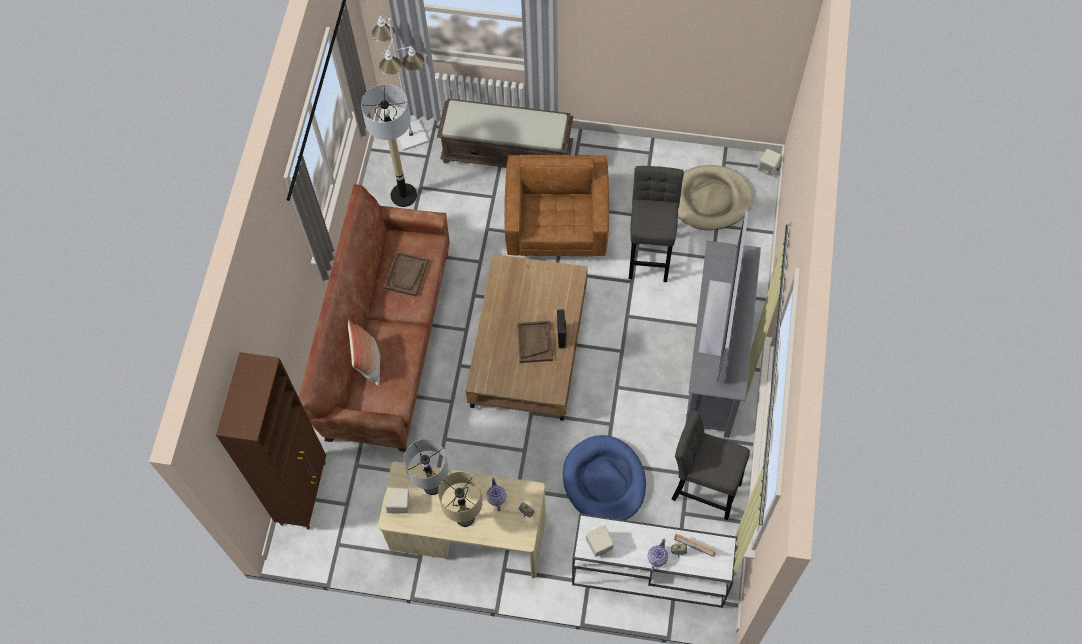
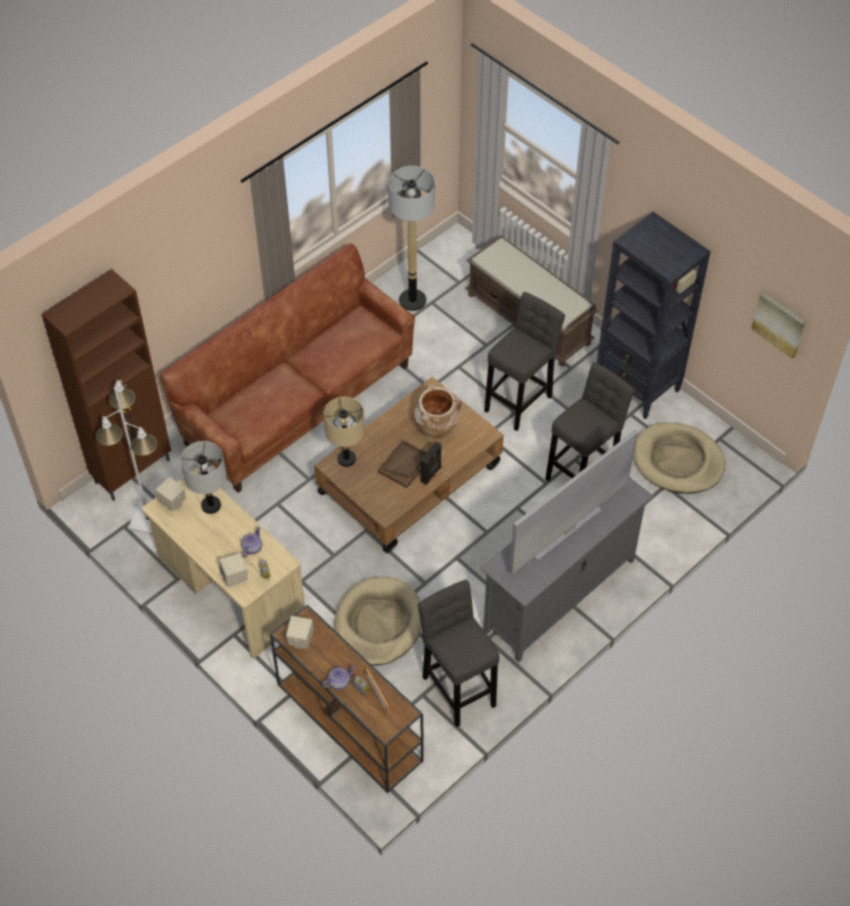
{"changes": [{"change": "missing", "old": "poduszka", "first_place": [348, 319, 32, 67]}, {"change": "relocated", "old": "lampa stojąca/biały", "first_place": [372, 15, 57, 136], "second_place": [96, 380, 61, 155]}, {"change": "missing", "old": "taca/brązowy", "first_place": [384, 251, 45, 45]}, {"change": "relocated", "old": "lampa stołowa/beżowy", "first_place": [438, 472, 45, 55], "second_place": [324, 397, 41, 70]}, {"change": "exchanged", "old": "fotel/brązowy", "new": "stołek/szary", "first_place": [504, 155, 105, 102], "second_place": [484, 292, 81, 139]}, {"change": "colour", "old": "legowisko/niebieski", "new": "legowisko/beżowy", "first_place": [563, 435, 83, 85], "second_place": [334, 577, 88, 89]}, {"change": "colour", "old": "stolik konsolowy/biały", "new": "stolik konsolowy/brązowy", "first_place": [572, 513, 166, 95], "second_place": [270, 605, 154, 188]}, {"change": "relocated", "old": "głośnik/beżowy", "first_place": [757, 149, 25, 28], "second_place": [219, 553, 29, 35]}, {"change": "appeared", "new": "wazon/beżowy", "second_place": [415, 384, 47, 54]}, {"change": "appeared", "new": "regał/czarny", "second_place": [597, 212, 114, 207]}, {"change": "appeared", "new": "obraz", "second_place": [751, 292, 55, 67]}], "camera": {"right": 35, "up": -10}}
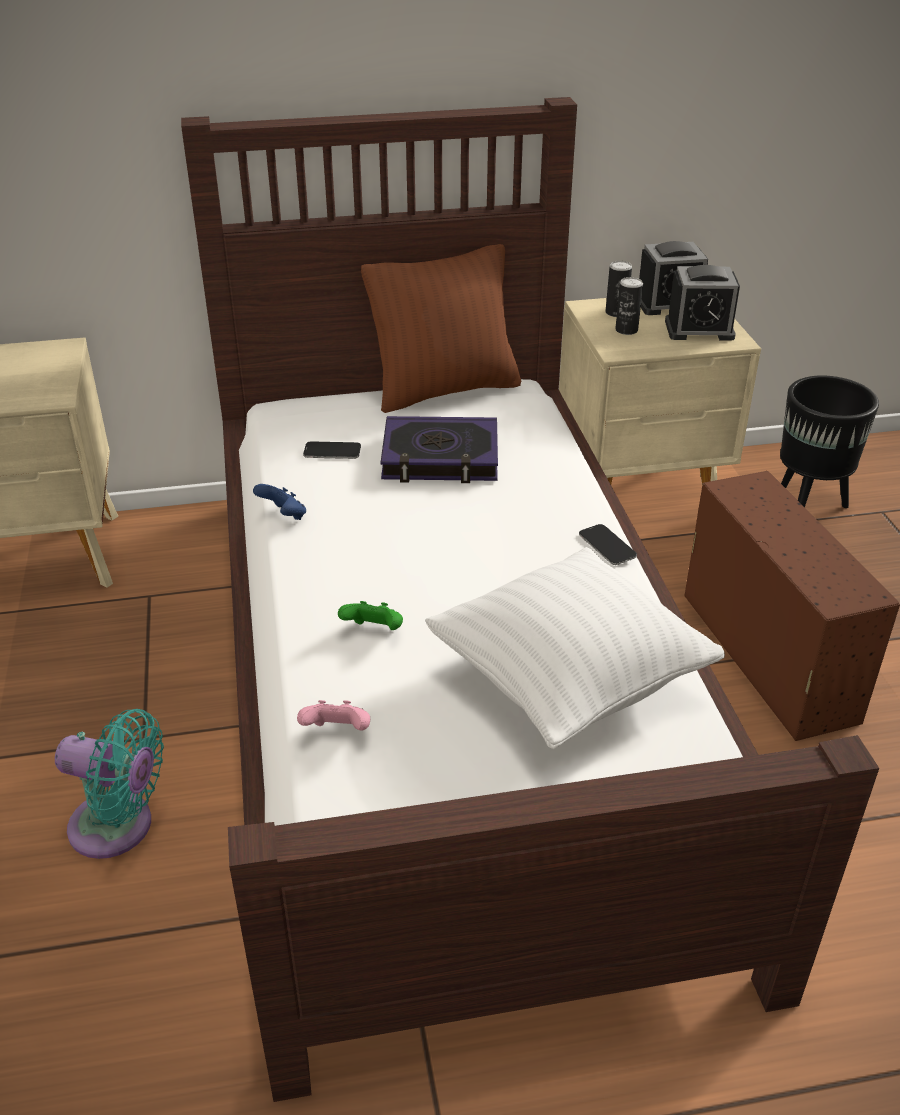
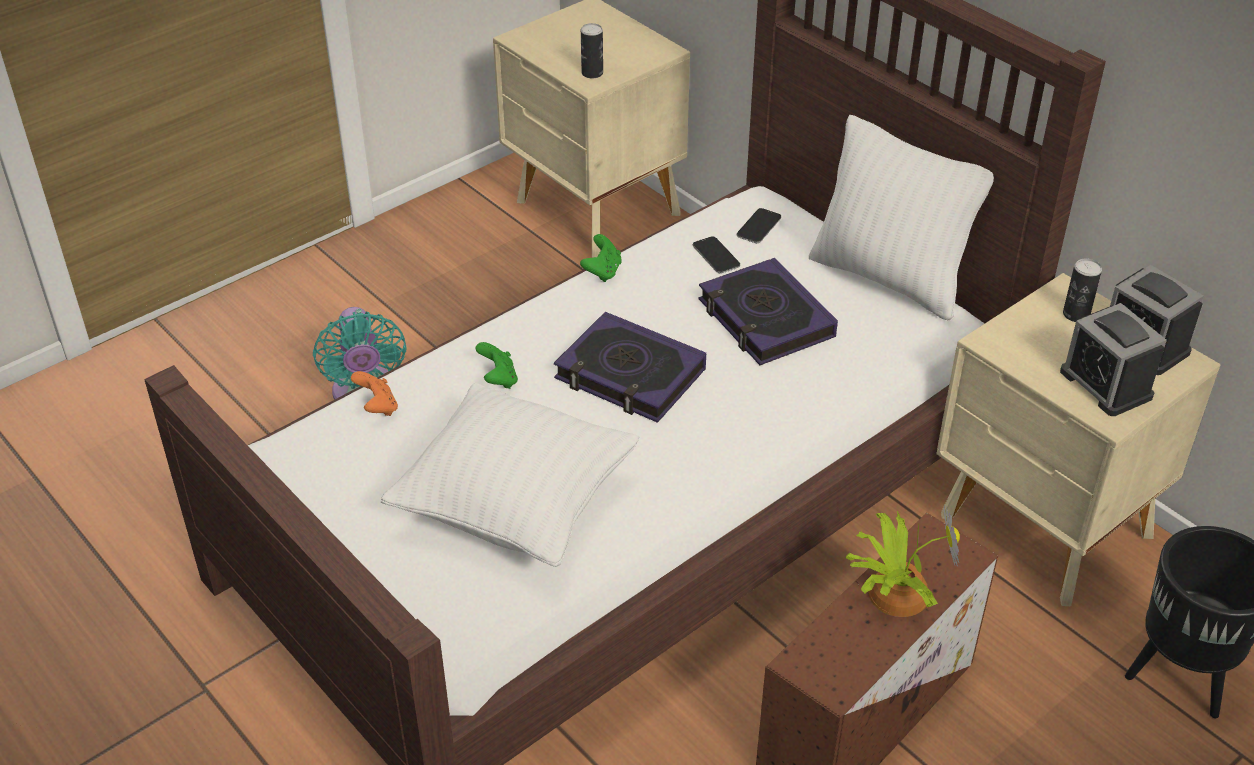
{"changes": [{"change": "colour", "old": "pad do gier/niebieski", "new": "pad do gier/zielony", "first_place": [253, 484, 53, 36], "second_place": [580, 234, 42, 48]}, {"change": "colour", "old": "pad do gier/różowy", "new": "pad do gier/pomarańczowy", "first_place": [297, 700, 73, 31], "second_place": [351, 371, 47, 45]}, {"change": "colour", "old": "poduszka/brązowy", "new": "poduszka/biały", "first_place": [361, 244, 160, 169], "second_place": [809, 115, 185, 205]}, {"change": "relocated", "old": "telefon", "first_place": [579, 524, 58, 41], "second_place": [737, 208, 44, 35]}, {"change": "relocated", "old": "puszka", "first_place": [615, 277, 28, 58], "second_place": [581, 23, 22, 55]}, {"change": "appeared", "new": "książka", "second_place": [554, 312, 152, 111]}, {"change": "appeared", "new": "roślina doniczkowa", "second_place": [845, 505, 115, 112]}], "camera": {"right": 60, "up": 5}}
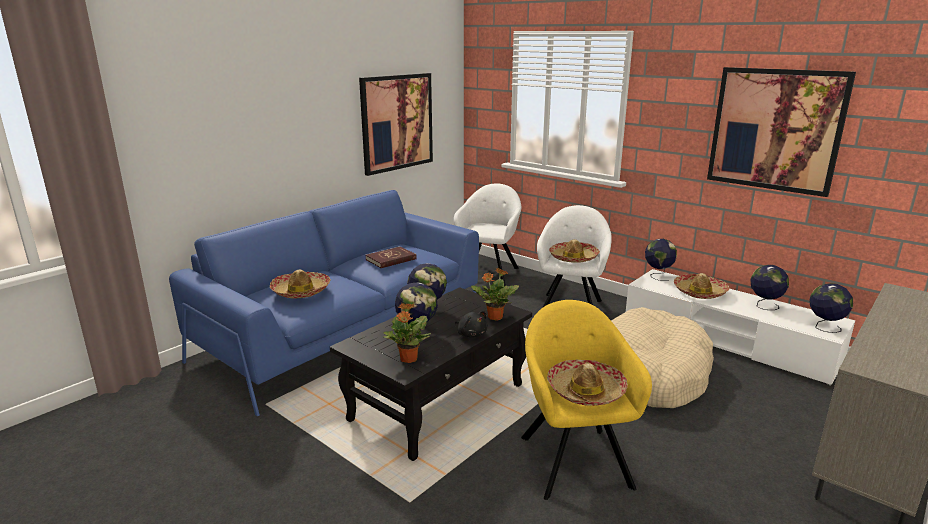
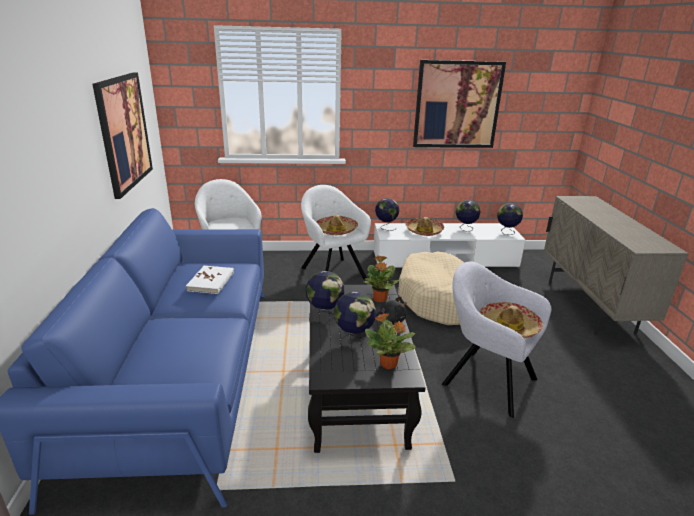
{"changes": [{"change": "missing", "old": "kapelusz", "first_place": [270, 269, 61, 29]}, {"change": "colour", "old": "książka/czerwony", "new": "książka/biały", "first_place": [366, 246, 51, 22], "second_place": [186, 266, 48, 28]}, {"change": "colour", "old": "fotel/żółty", "new": "fotel/szary", "first_place": [521, 300, 131, 200], "second_place": [442, 261, 109, 157]}], "camera": {"right": -45, "up": 5}}
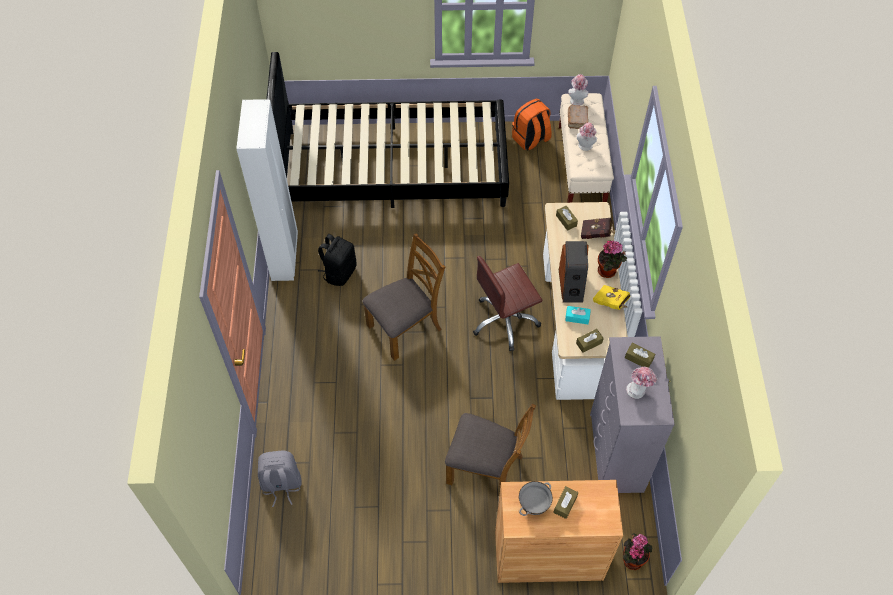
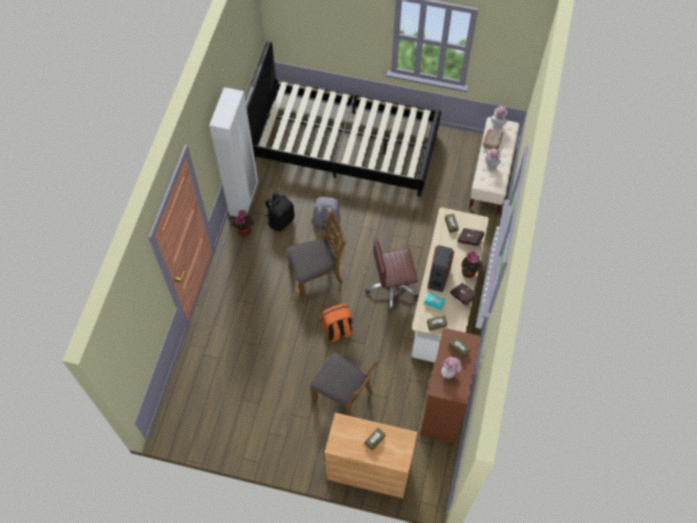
{"changes": [{"change": "relocated", "old": "plecak/szary", "first_place": [258, 450, 44, 57], "second_place": [313, 197, 28, 39]}, {"change": "relocated", "old": "plecak/pomarańczowy", "first_place": [512, 99, 40, 52], "second_place": [321, 303, 32, 39]}, {"change": "missing", "old": "miska/szary", "first_place": [519, 481, 34, 35]}, {"change": "colour", "old": "komoda/szary", "new": "komoda/brązowy", "first_place": [590, 336, 85, 157], "second_place": [420, 328, 61, 115]}, {"change": "colour", "old": "książka/żółty", "new": "książka/czerwony", "first_place": [593, 285, 38, 25], "second_place": [450, 283, 28, 22]}, {"change": "relocated", "old": "roślina doniczkowa", "first_place": [623, 533, 29, 37], "second_place": [232, 210, 22, 27]}], "camera": {"right": 15, "up": 5}}
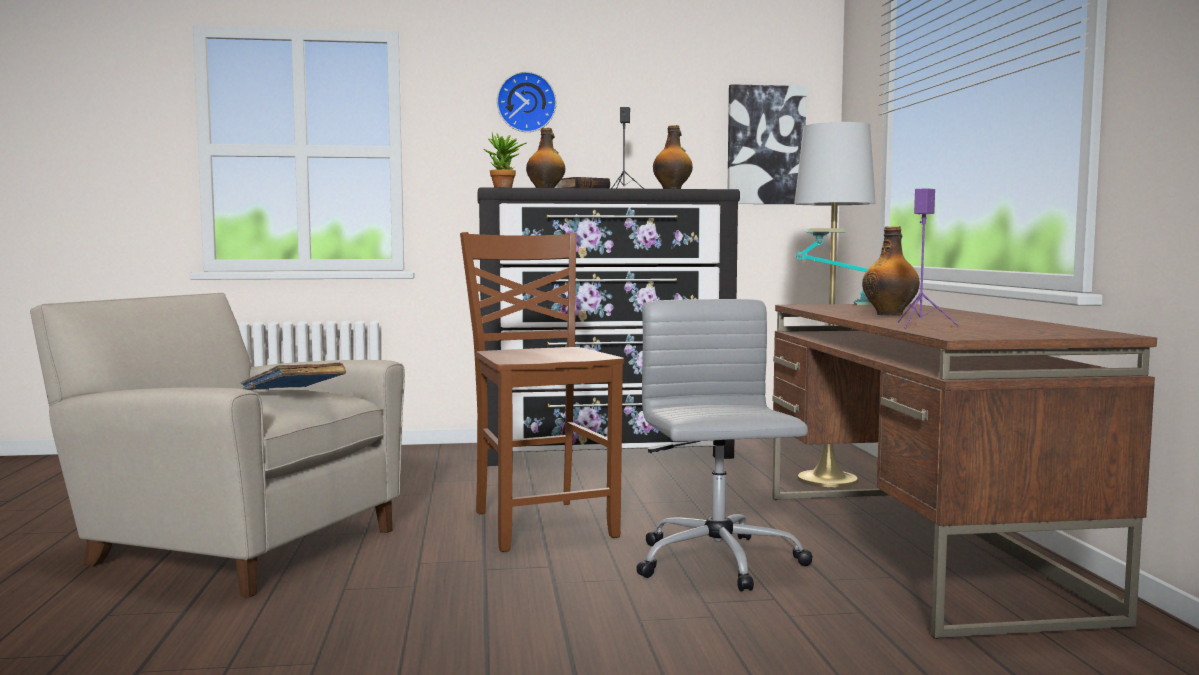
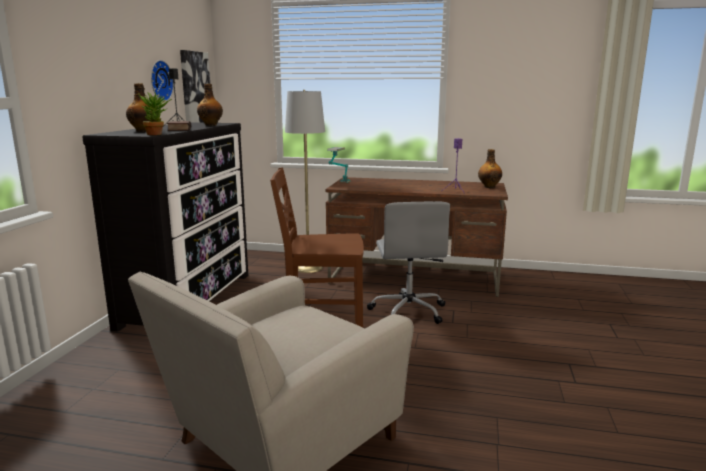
{"changes": [{"change": "missing", "old": "książka/niebieski", "first_place": [241, 362, 105, 28]}, {"change": "relocated", "old": "zegar ścienny", "first_place": [497, 72, 59, 60], "second_place": [151, 60, 23, 41]}, {"change": "spun", "old": "krzesło biurowe/szary", "first_place": [636, 299, 177, 293], "second_place": [367, 202, 83, 122], "degrees": -105}, {"change": "relocated", "old": "butelka", "first_place": [862, 226, 58, 90], "second_place": [478, 149, 24, 39]}], "camera": {"right": -70, "up": 10}}
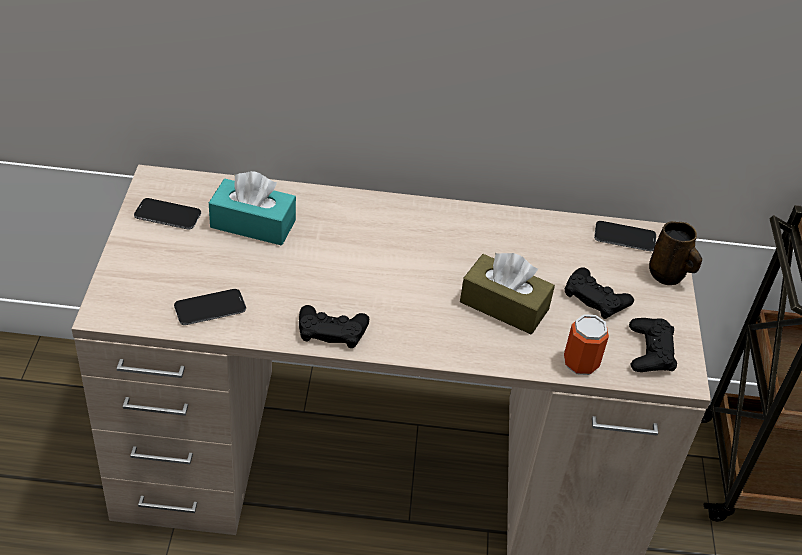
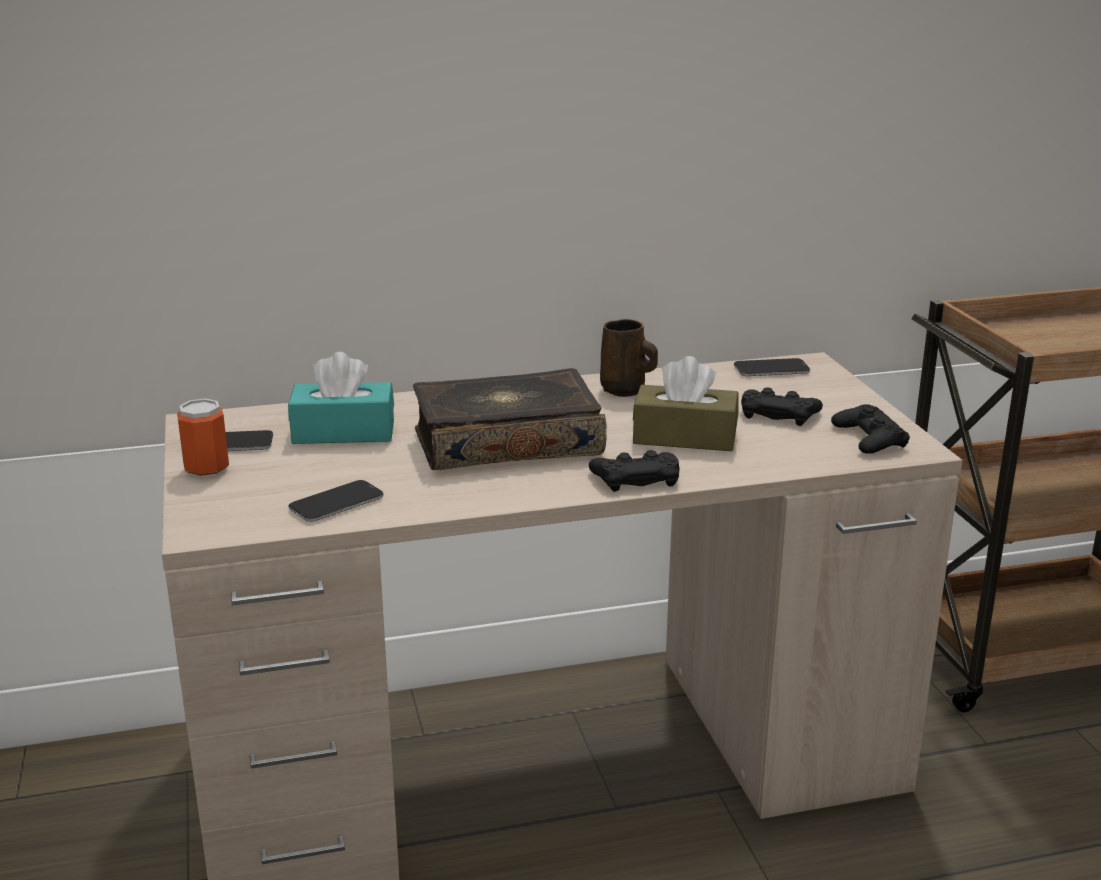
{"changes": [{"change": "relocated", "old": "pad do gier/czarny", "first_place": [299, 305, 70, 43], "second_place": [589, 450, 90, 42]}, {"change": "relocated", "old": "puszka", "first_place": [564, 314, 45, 61], "second_place": [177, 398, 52, 80]}, {"change": "relocated", "old": "kubek/brązowy", "first_place": [649, 221, 53, 64], "second_place": [600, 319, 58, 78]}, {"change": "appeared", "new": "książka", "second_place": [413, 368, 193, 102]}], "camera": {"right": -15, "up": -20}}
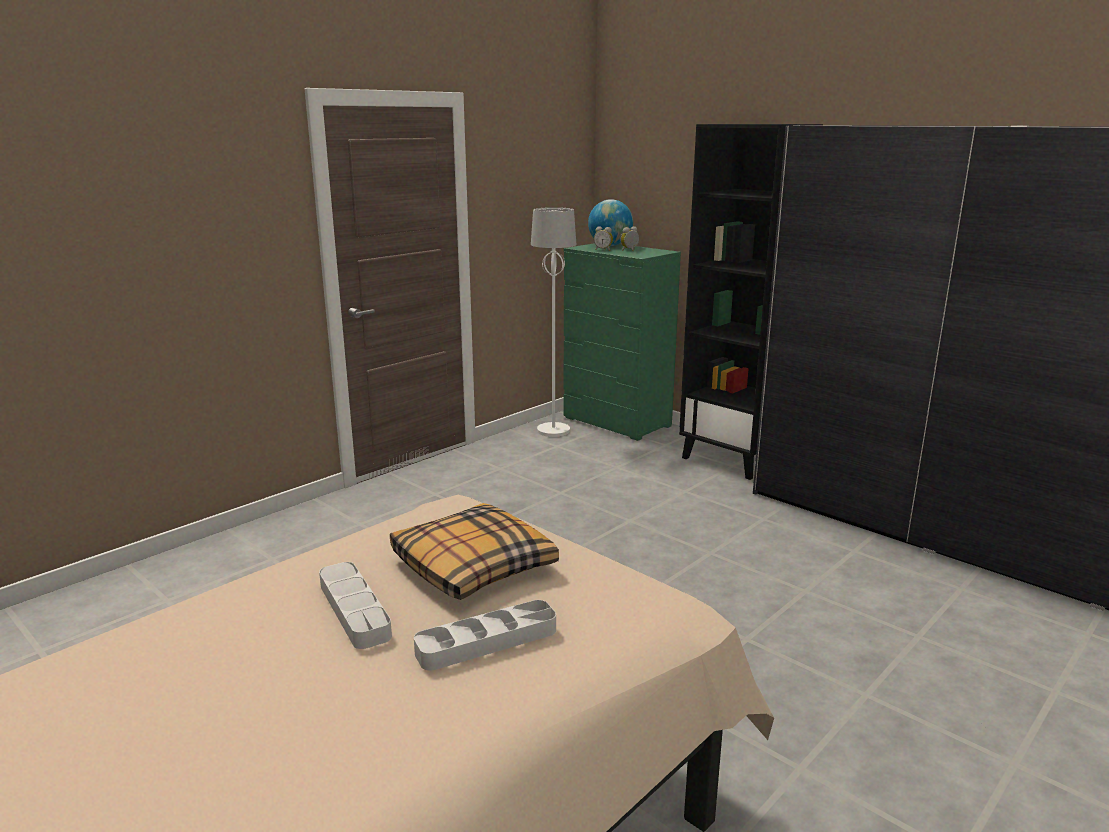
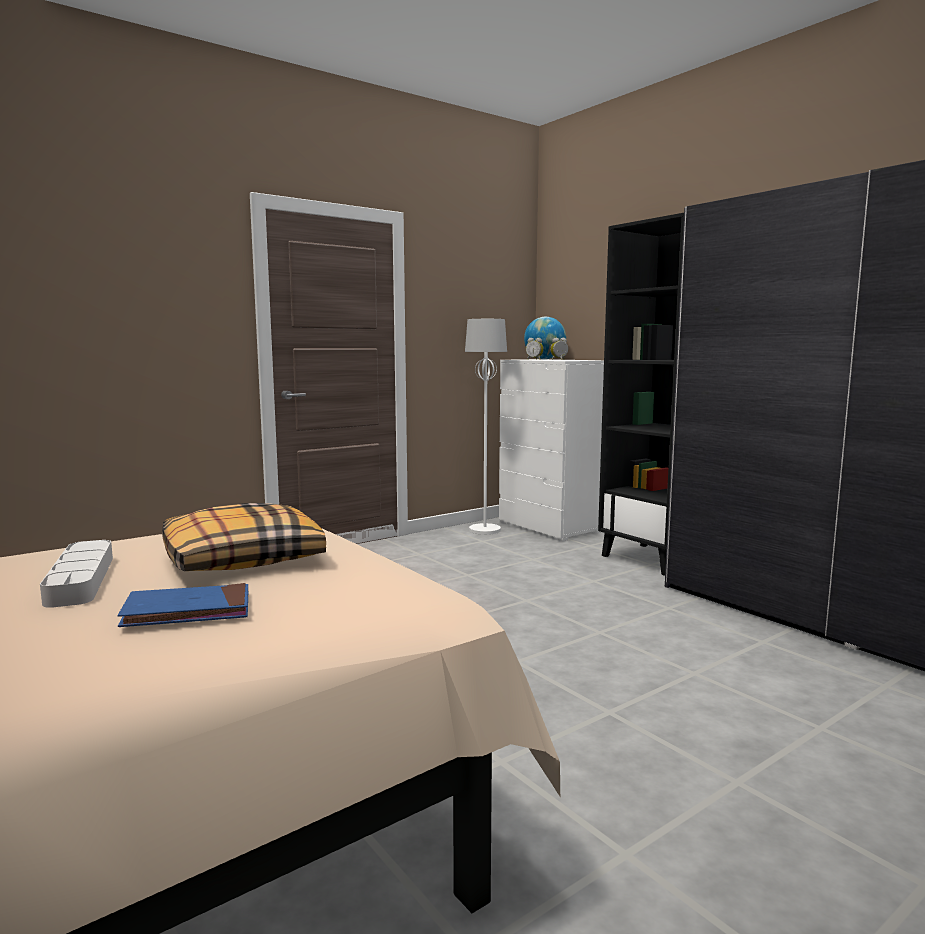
{"changes": [{"change": "exchanged", "old": "taca/szary", "new": "książka/niebieski", "first_place": [414, 600, 142, 70], "second_place": [117, 583, 131, 44]}, {"change": "colour", "old": "komoda/zielony", "new": "komoda/biały", "first_place": [563, 243, 118, 198], "second_place": [499, 359, 105, 182]}], "camera": {"right": 10, "up": -10}}
